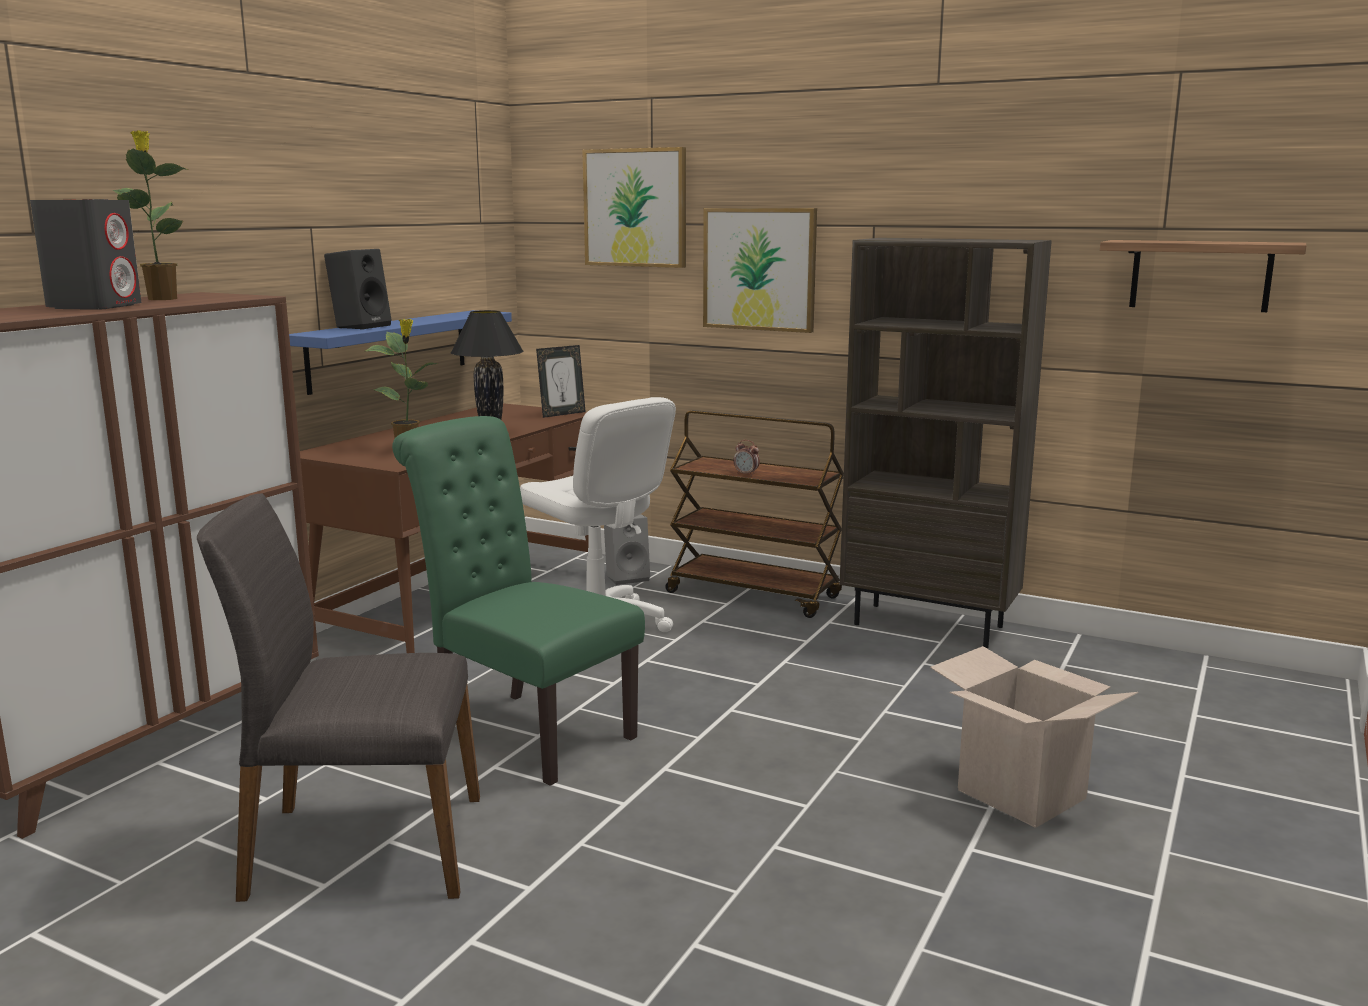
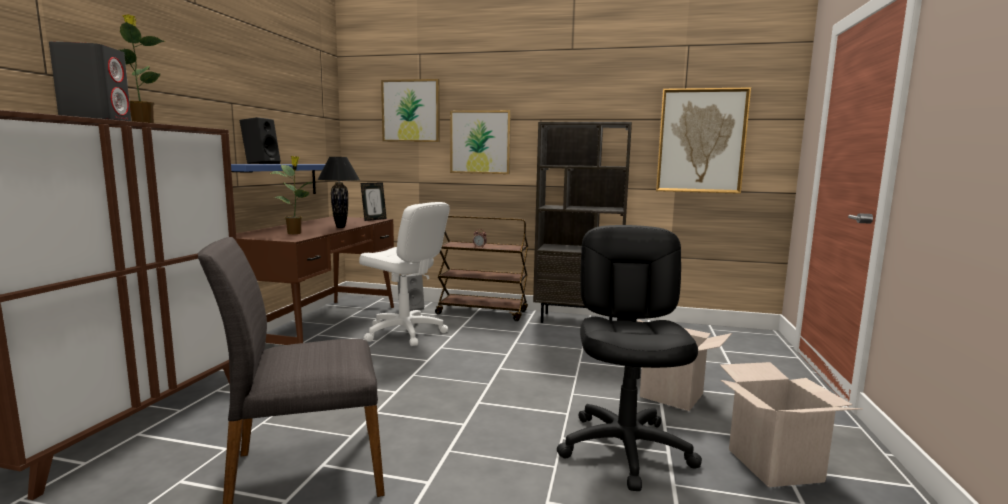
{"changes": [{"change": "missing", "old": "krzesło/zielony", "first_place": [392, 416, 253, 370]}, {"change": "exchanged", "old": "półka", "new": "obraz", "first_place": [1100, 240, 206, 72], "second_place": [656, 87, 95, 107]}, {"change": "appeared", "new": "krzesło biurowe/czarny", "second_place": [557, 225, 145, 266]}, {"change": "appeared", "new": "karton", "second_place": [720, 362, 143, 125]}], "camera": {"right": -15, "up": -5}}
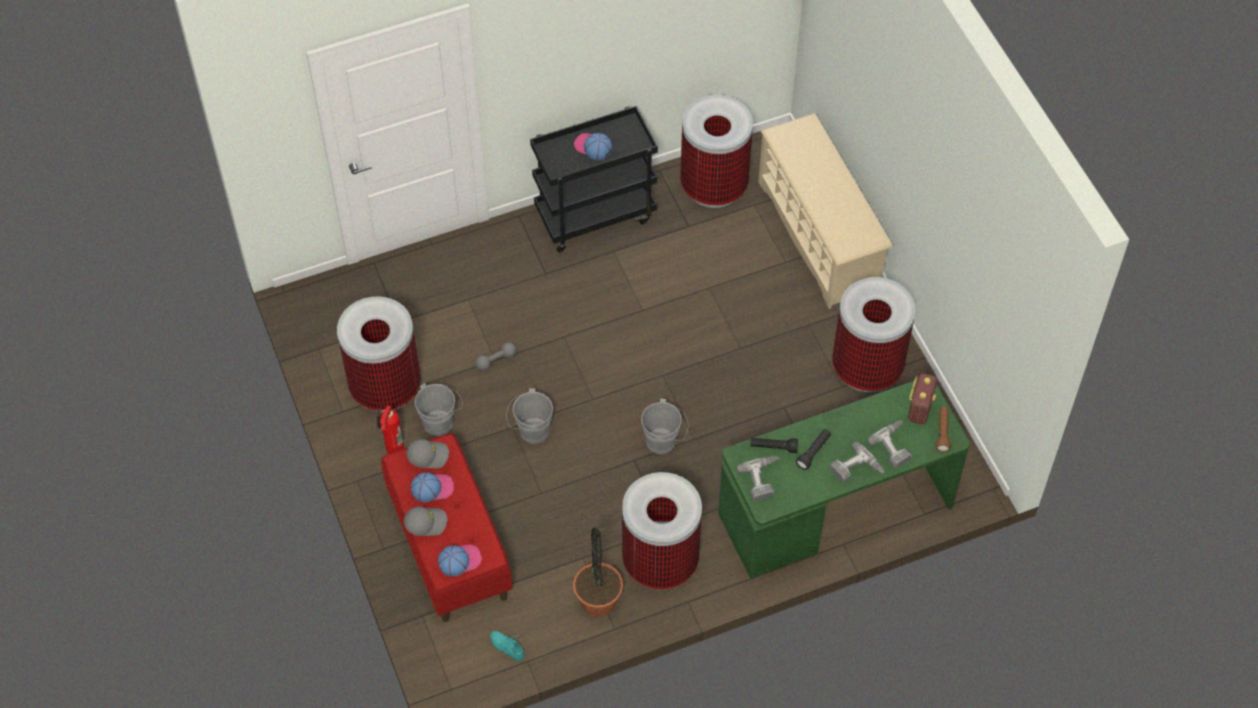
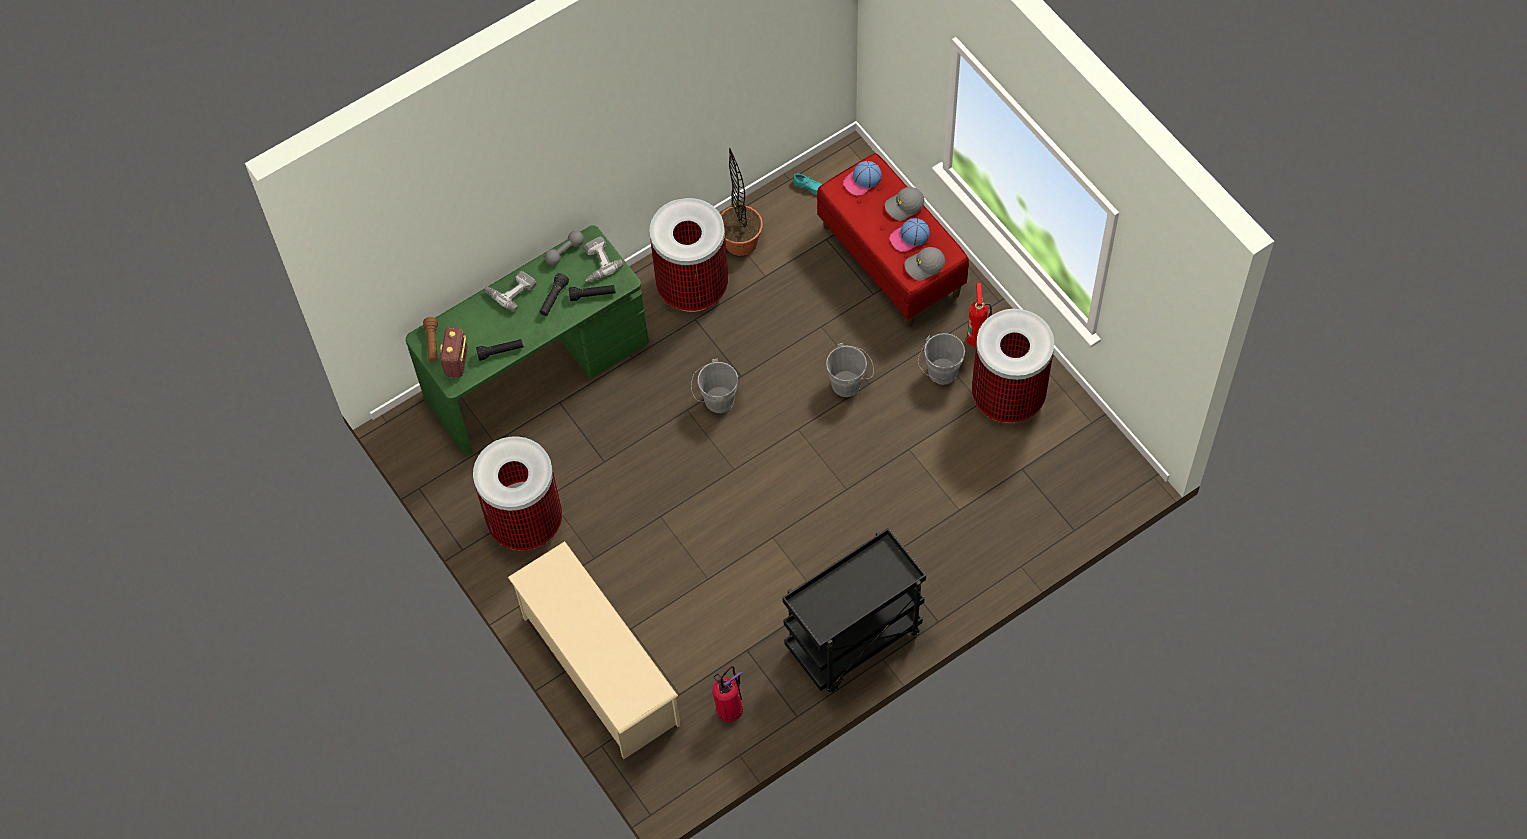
{"changes": [{"change": "relocated", "old": "hantel/szary", "first_place": [475, 342, 41, 29], "second_place": [545, 231, 39, 34]}, {"change": "missing", "old": "czapka z daszkiem", "first_place": [574, 133, 38, 27]}, {"change": "exchanged", "old": "kosz na śmieci", "new": "gaśnica", "first_place": [680, 95, 73, 113], "second_place": [712, 666, 31, 56]}, {"change": "missing", "old": "wiertarka", "first_place": [867, 421, 45, 48]}, {"change": "appeared", "new": "latarka/czarny", "second_place": [476, 339, 48, 22]}], "camera": {"right": 170, "up": 5}}
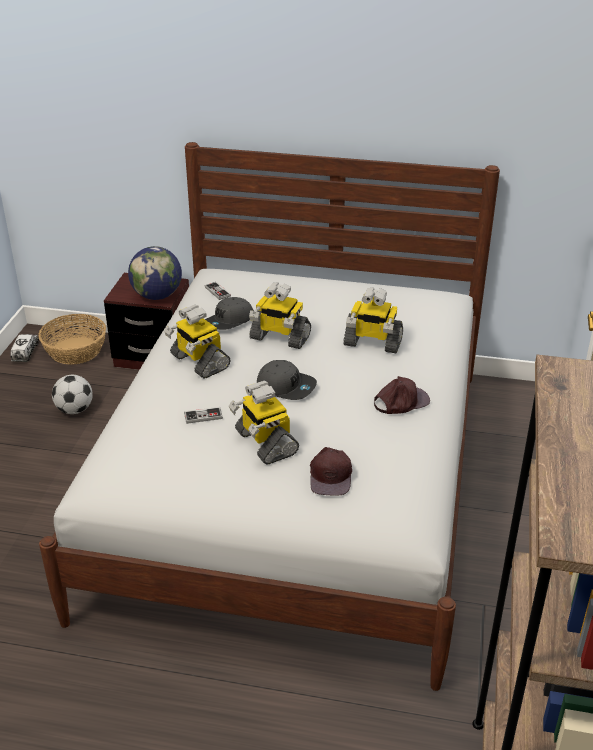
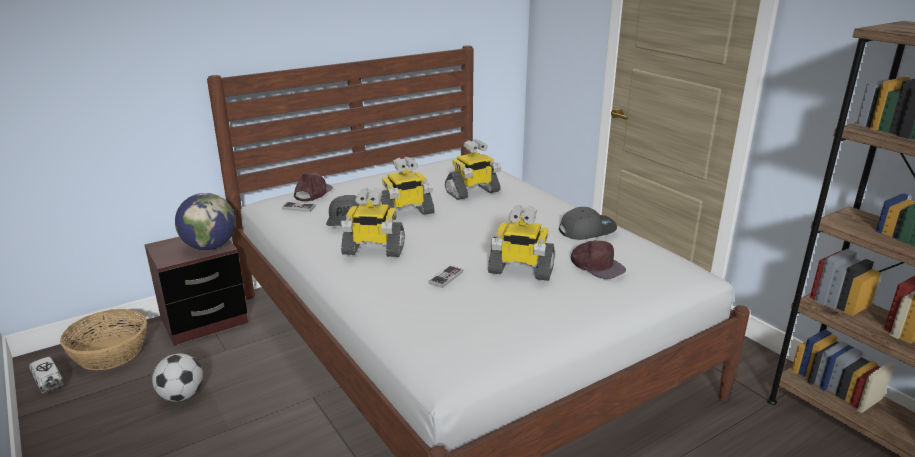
{"changes": [{"change": "relocated", "old": "czapka z daszkiem/szary", "first_place": [257, 360, 60, 40], "second_place": [559, 207, 58, 33]}, {"change": "relocated", "old": "czapka z daszkiem/brązowy", "first_place": [374, 376, 56, 38], "second_place": [294, 173, 39, 28]}], "camera": {"right": -45, "up": -10}}
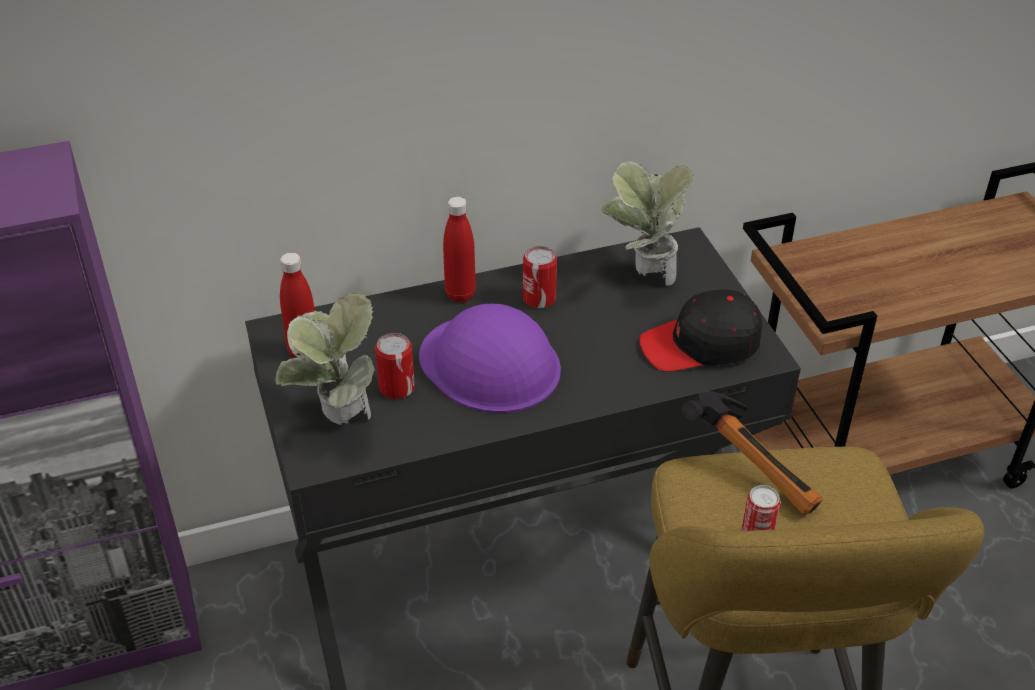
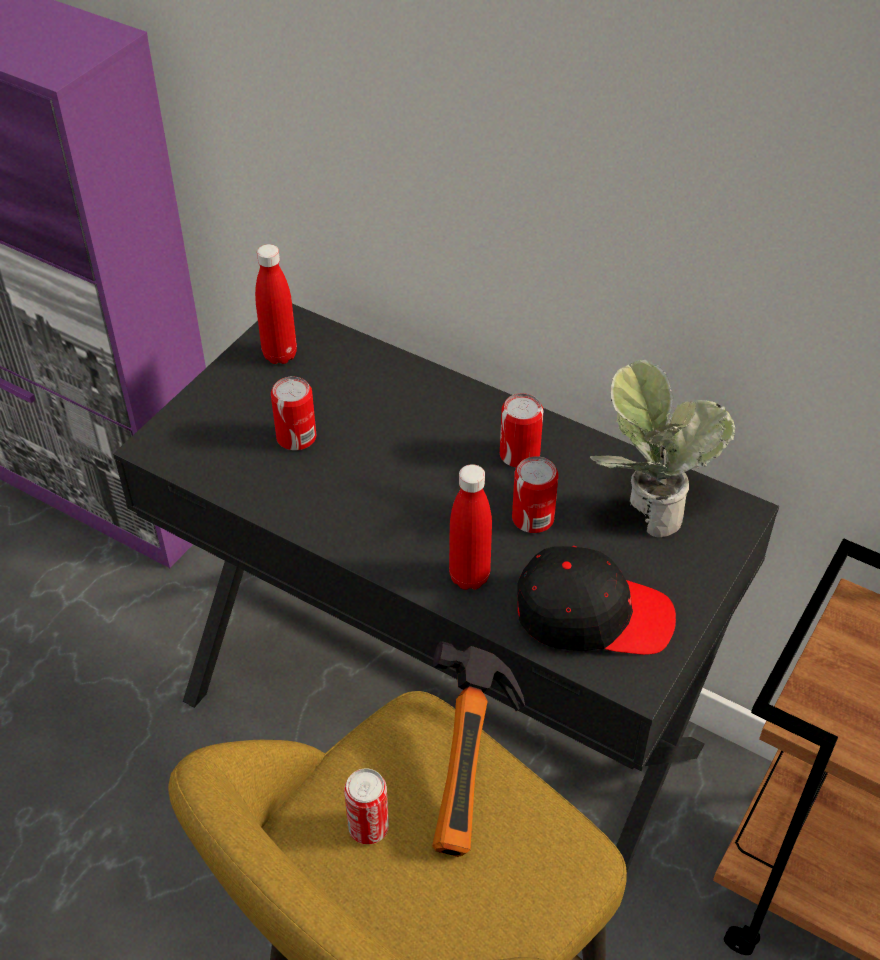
{"changes": [{"change": "missing", "old": "roślina doniczkowa", "first_place": [275, 293, 99, 132]}, {"change": "missing", "old": "kask/fioletowy", "first_place": [419, 304, 142, 109]}, {"change": "relocated", "old": "butelka/czerwony", "first_place": [443, 197, 33, 105], "second_place": [449, 464, 43, 126]}, {"change": "spun", "old": "czapka z daszkiem/czarny", "first_place": [639, 289, 123, 82], "second_place": [517, 546, 159, 109], "degrees": 150}, {"change": "appeared", "new": "puszka", "second_place": [512, 456, 46, 77]}], "camera": {"right": 50, "up": 5}}
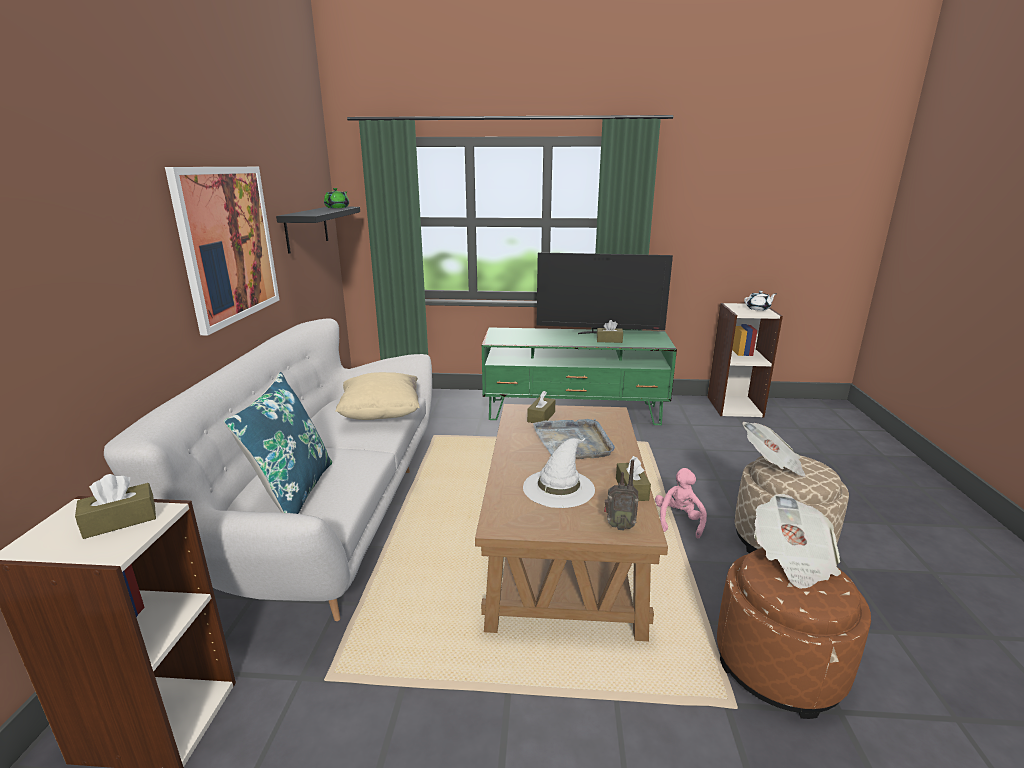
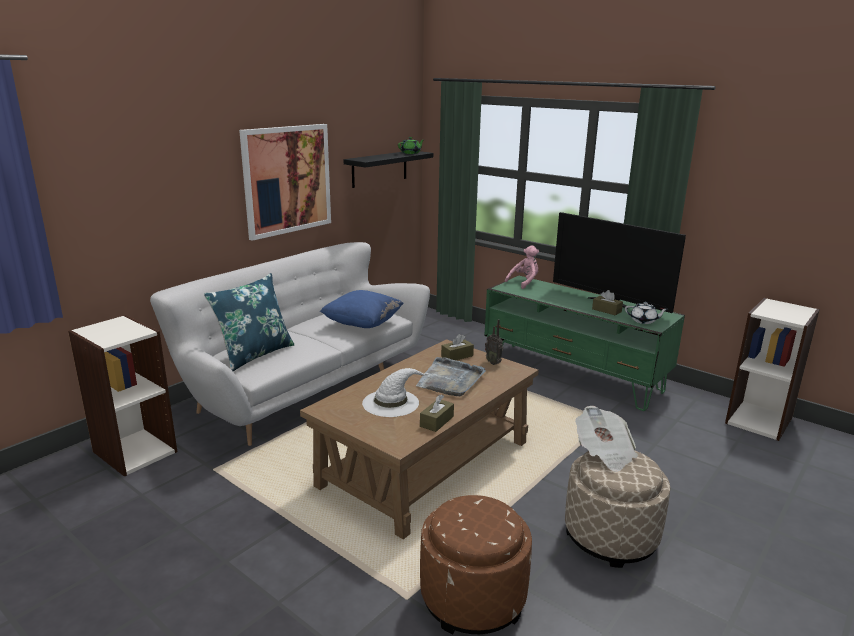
{"changes": [{"change": "missing", "old": "pudełko chusteczek/brązowy", "first_place": [75, 474, 81, 65]}, {"change": "colour", "old": "poduszka/beżowy", "new": "poduszka/niebieski", "first_place": [335, 372, 85, 48], "second_place": [320, 290, 84, 38]}, {"change": "relocated", "old": "radio", "first_place": [604, 459, 35, 72], "second_place": [485, 319, 18, 46]}, {"change": "relocated", "old": "pluszak/różowy", "first_place": [655, 468, 52, 71], "second_place": [505, 245, 34, 44]}, {"change": "relocated", "old": "imbryk/biały", "first_place": [744, 291, 32, 20], "second_place": [625, 302, 43, 22]}, {"change": "missing", "old": "gazeta", "first_place": [754, 494, 87, 95]}], "camera": {"right": 35, "up": 0}}
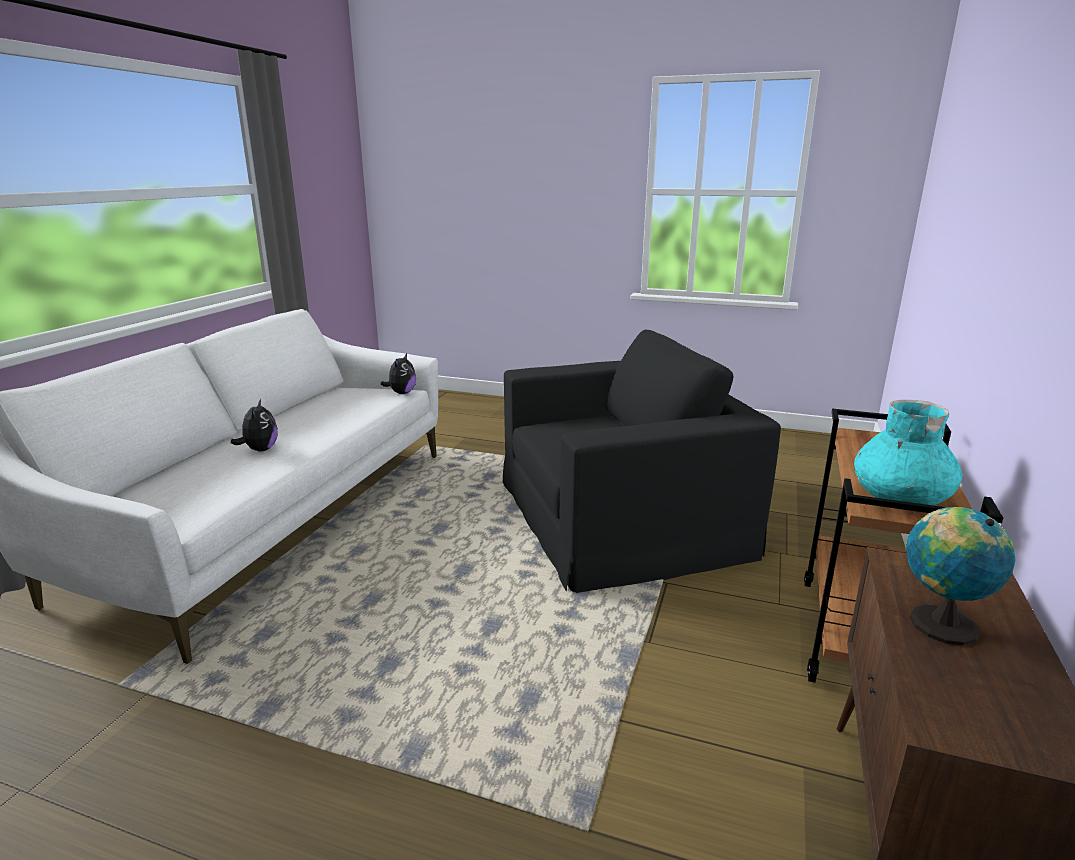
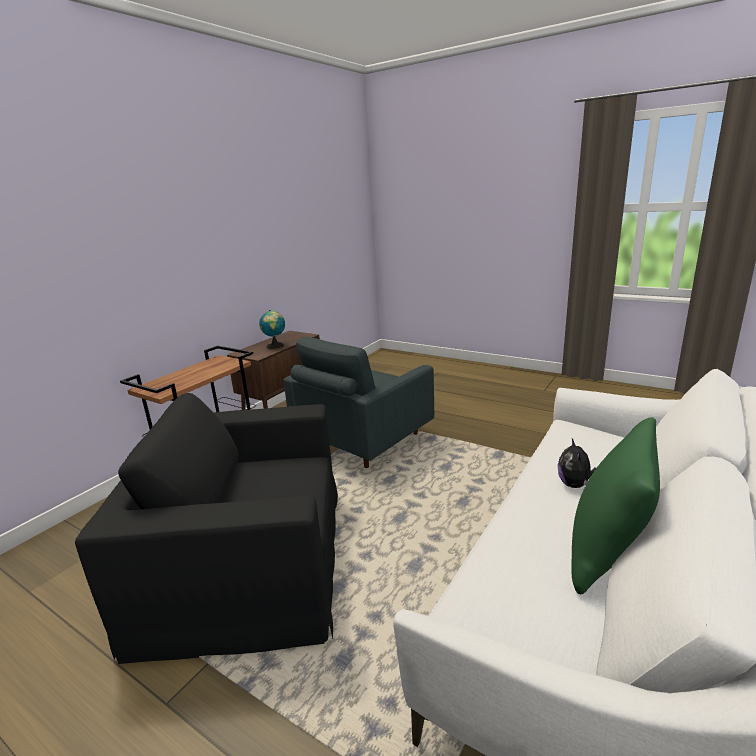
{"changes": [{"change": "missing", "old": "pluszak", "first_place": [380, 353, 36, 41]}, {"change": "missing", "old": "wazon/turkusowy", "first_place": [854, 400, 109, 105]}, {"change": "appeared", "new": "fotel/szary", "second_place": [284, 337, 150, 131]}, {"change": "appeared", "new": "poduszka/zielony", "second_place": [571, 417, 89, 177]}], "camera": {"right": -165, "up": 0}}
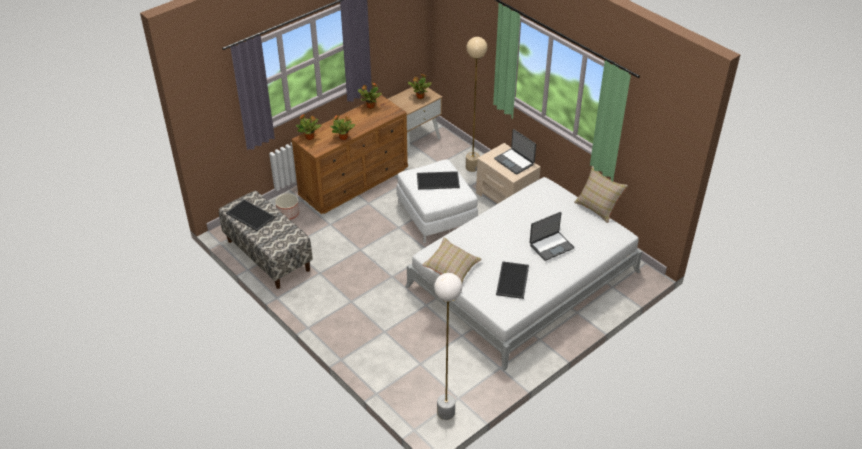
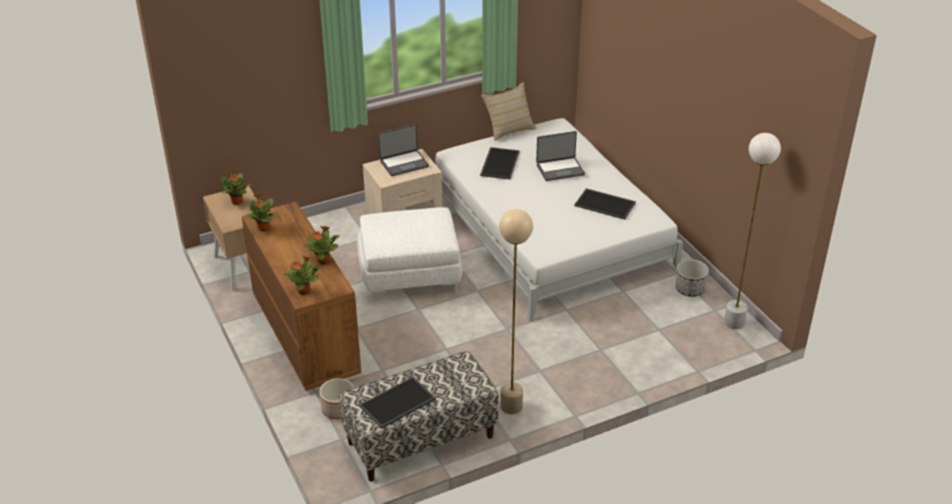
{"changes": [{"change": "relocated", "old": "taca", "first_place": [417, 171, 43, 19], "second_place": [480, 147, 39, 32]}, {"change": "missing", "old": "poduszka/beżowy", "first_place": [422, 237, 59, 48]}, {"change": "relocated", "old": "lampa stojąca/beżowy", "first_place": [466, 37, 21, 135], "second_place": [499, 209, 34, 205]}, {"change": "spun", "old": "laptop", "first_place": [529, 212, 46, 49], "second_place": [536, 131, 49, 50], "degrees": 90}, {"change": "appeared", "new": "donica", "second_place": [676, 259, 33, 38]}], "camera": {"right": -75, "up": -5}}
